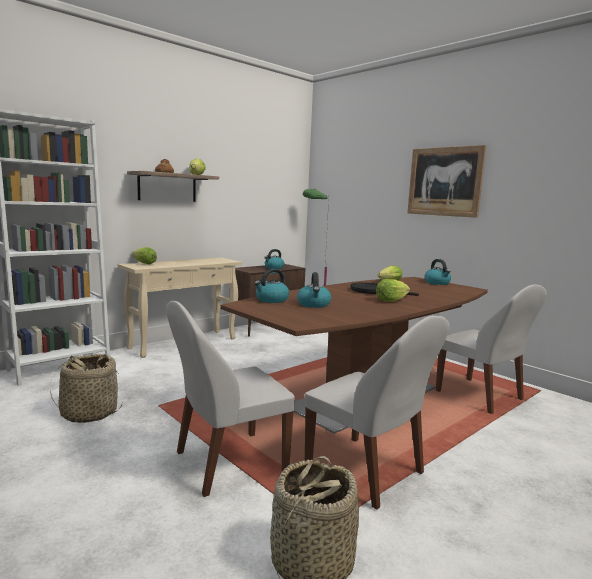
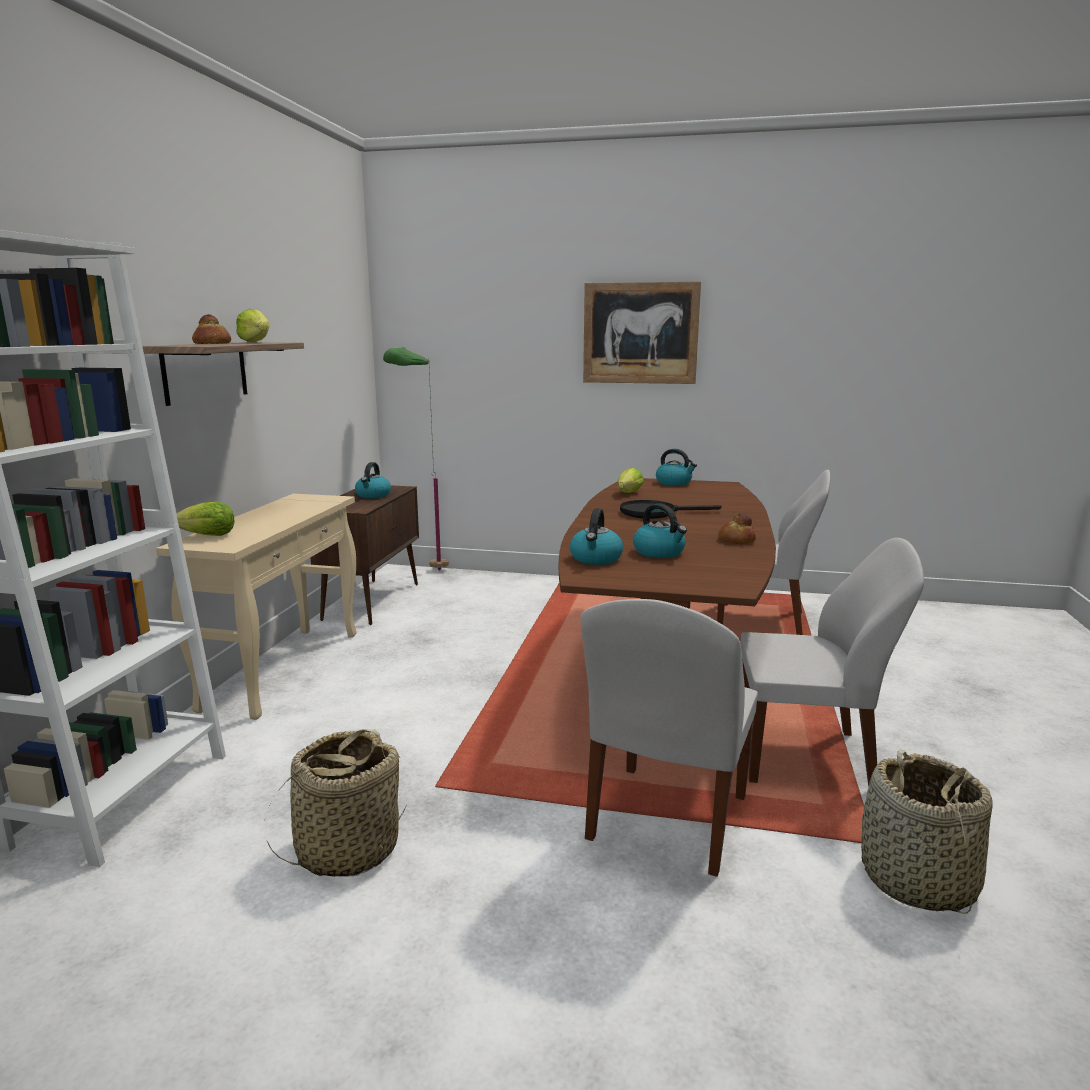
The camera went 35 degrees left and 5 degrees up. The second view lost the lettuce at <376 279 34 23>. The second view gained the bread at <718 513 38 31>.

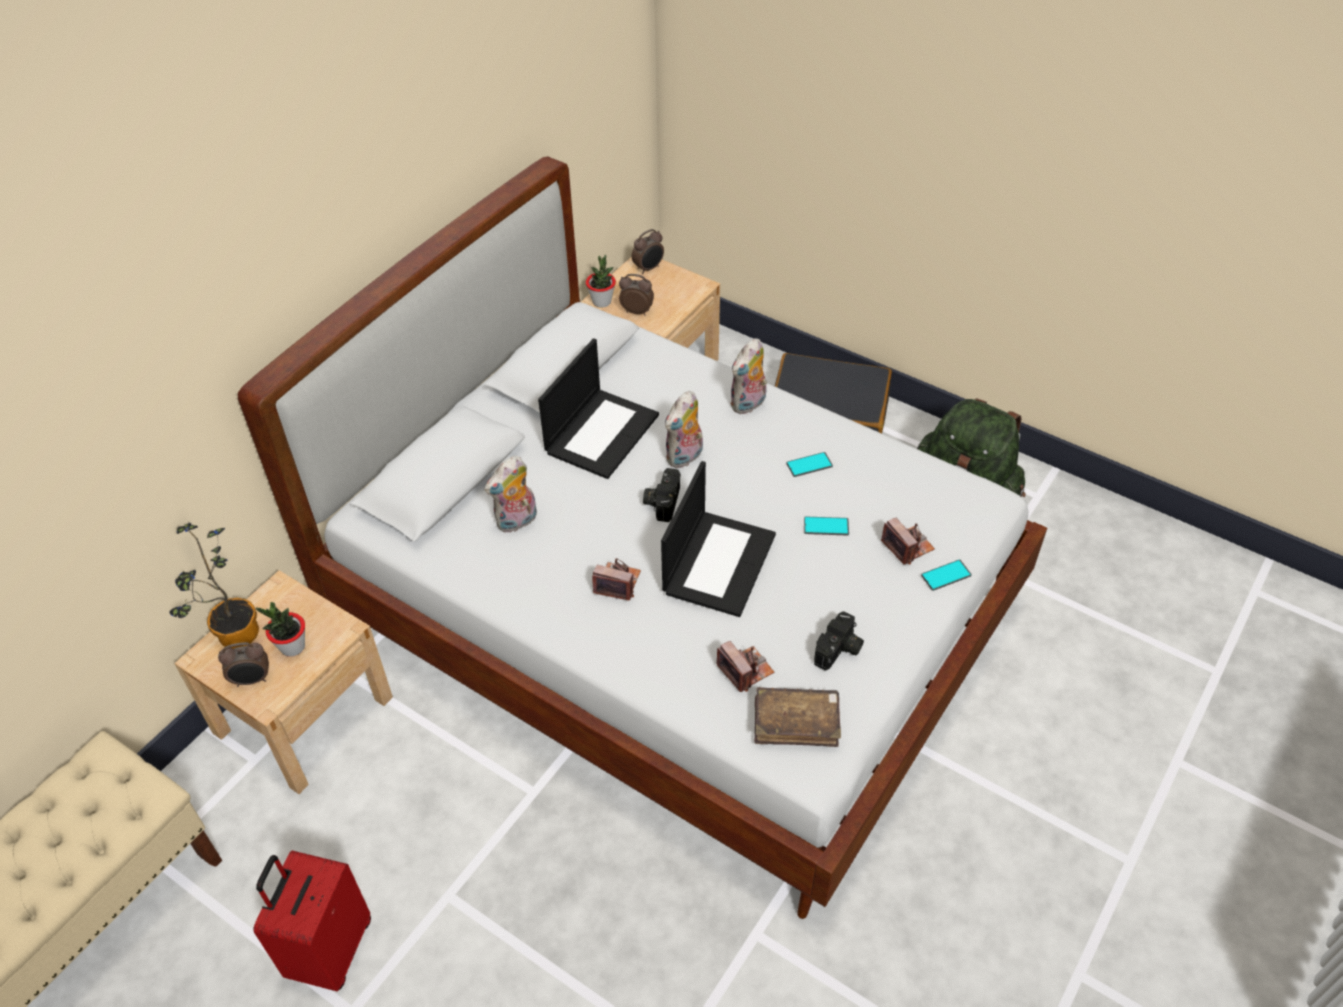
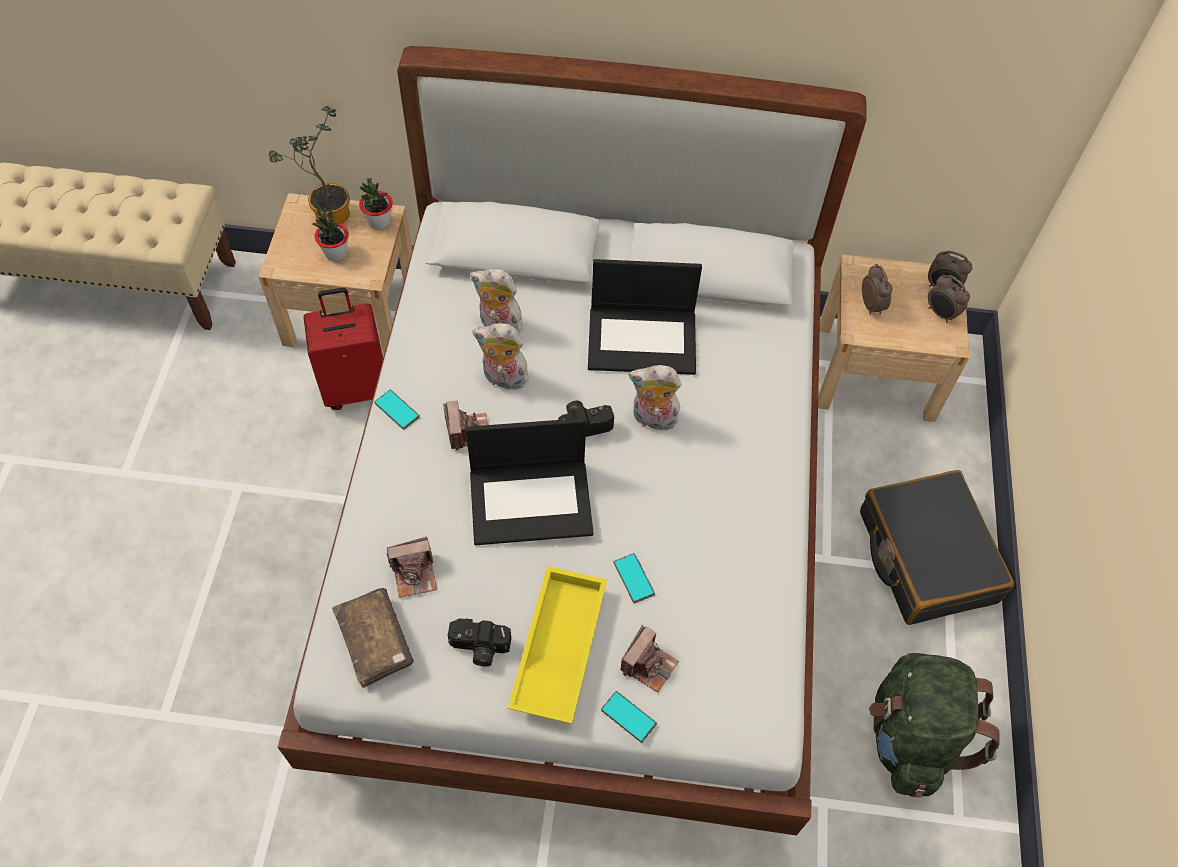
The camera went 60 degrees right and 10 degrees up. The alarm clock ended up elsewhere, having gone from <218 642 51 45> to <928 274 42 49>. The red suitcase ended up elsewhere, having gone from <253 851 118 140> to <303 288 80 122>. The potted plant ended up elsewhere, having gone from <586 255 30 53> to <359 178 34 52>. The photo camera at <716 641 58 51> ended up facing another way, 45 degrees clockwise from before. The plush toy ended up elsewhere, having gone from <730 338 37 77> to <473 323 58 67>. The phone ended up elsewhere, having gone from <786 452 47 25> to <374 389 46 41>. The second view gained the yellow tray at <508 566 99 158>.

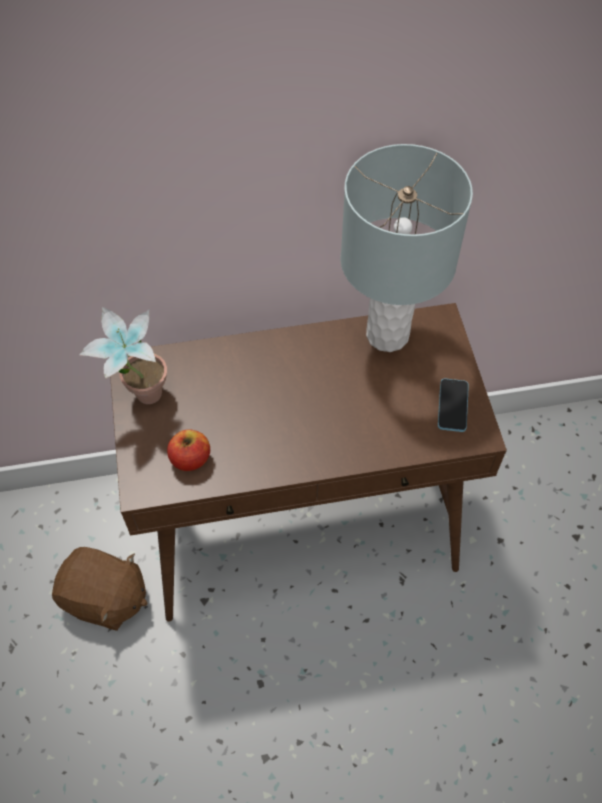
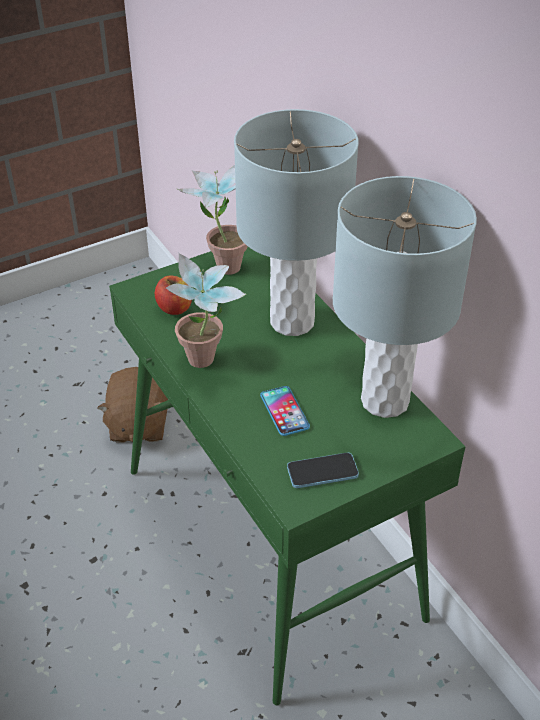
The camera went 70 degrees right and 15 degrees down. What was the brown console table at <110 303 397 319> turned into the green console table at <109 247 357 459>. The second view gained the potted plant at <166 253 80 115>. The second view gained the grey table lamp at <234 109 125 227>. The second view gained the phone at <260 386 50 50>.

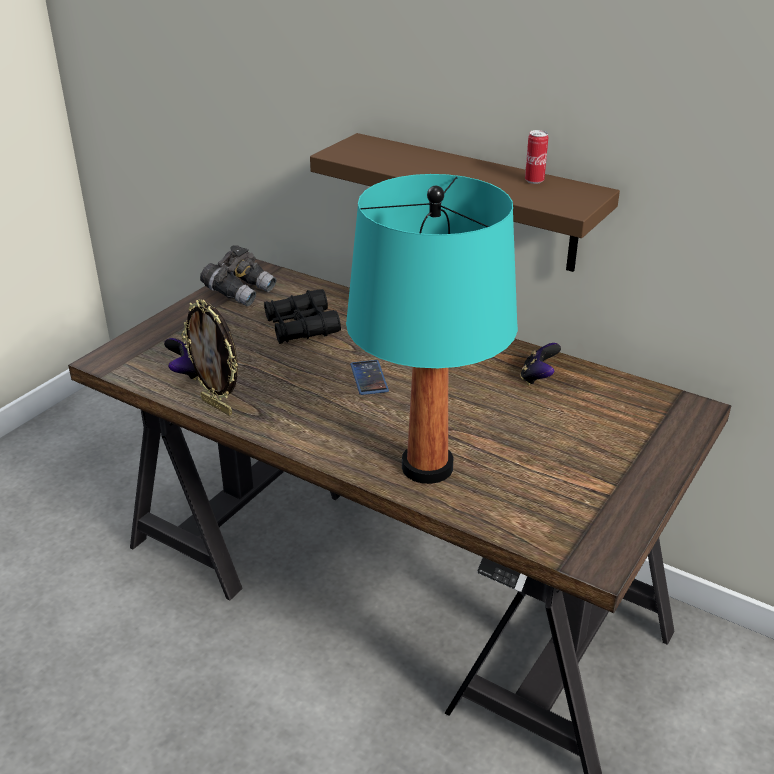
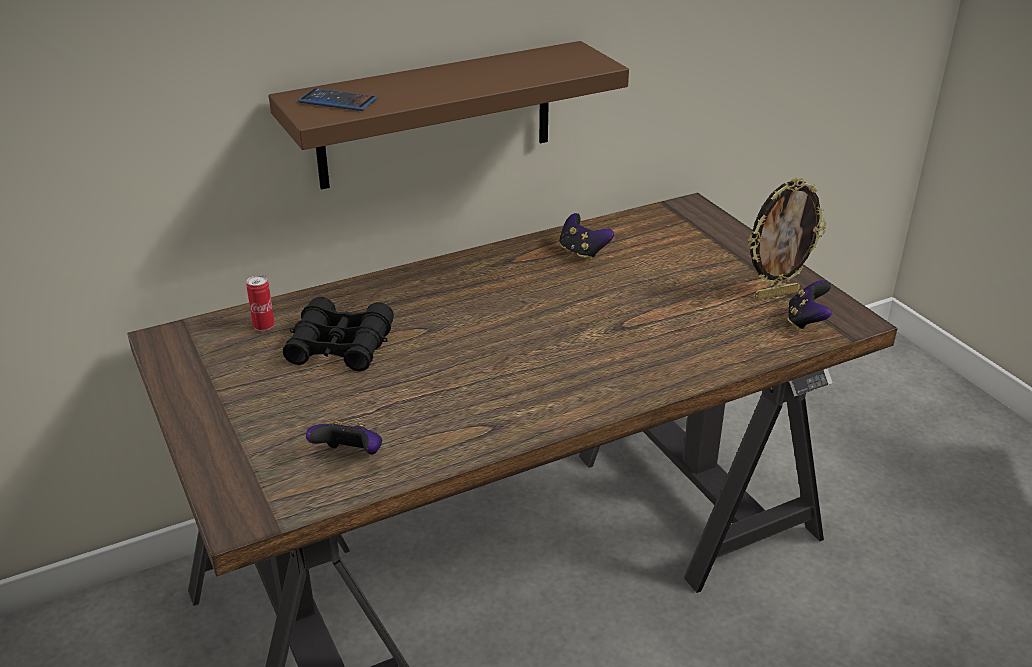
The camera went 60 degrees left and 0 degrees up. The picture frame ended up elsewhere, having gone from <181 299 57 117> to <748 178 78 122>. The second view lost the grey binoculars at <200 245 76 61>. The second view lost the turquoise table lamp at <346 174 172 310>. The phone ended up elsewhere, having gone from <350 360 39 35> to <298 88 79 23>. The can ended up elsewhere, having gone from <525 130 23 54> to <246 275 29 56>. The second view gained the game controller at <788 280 44 50>.

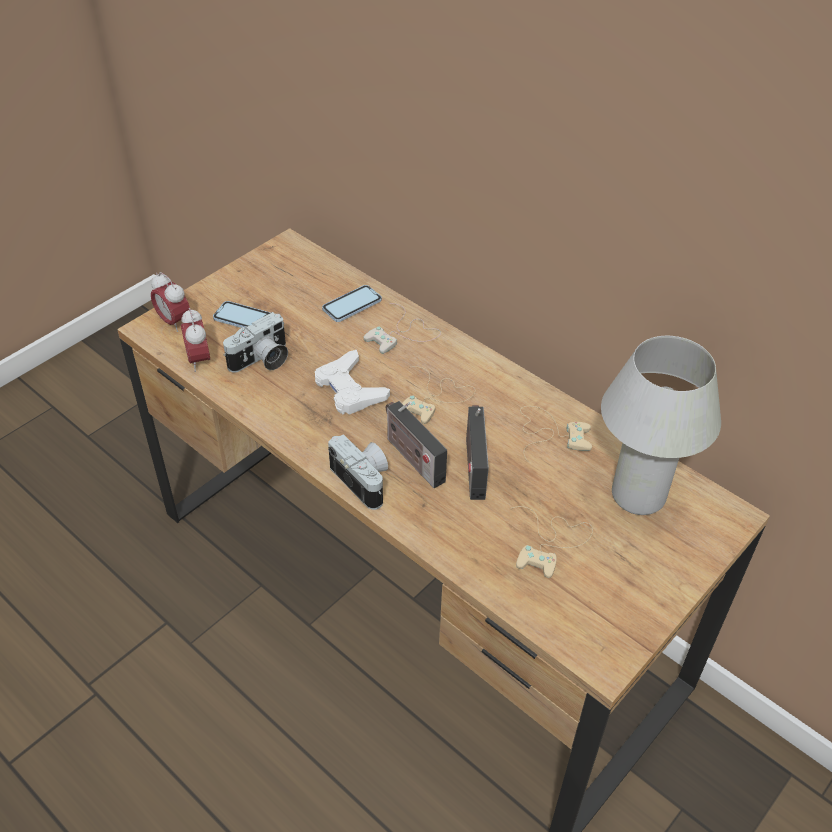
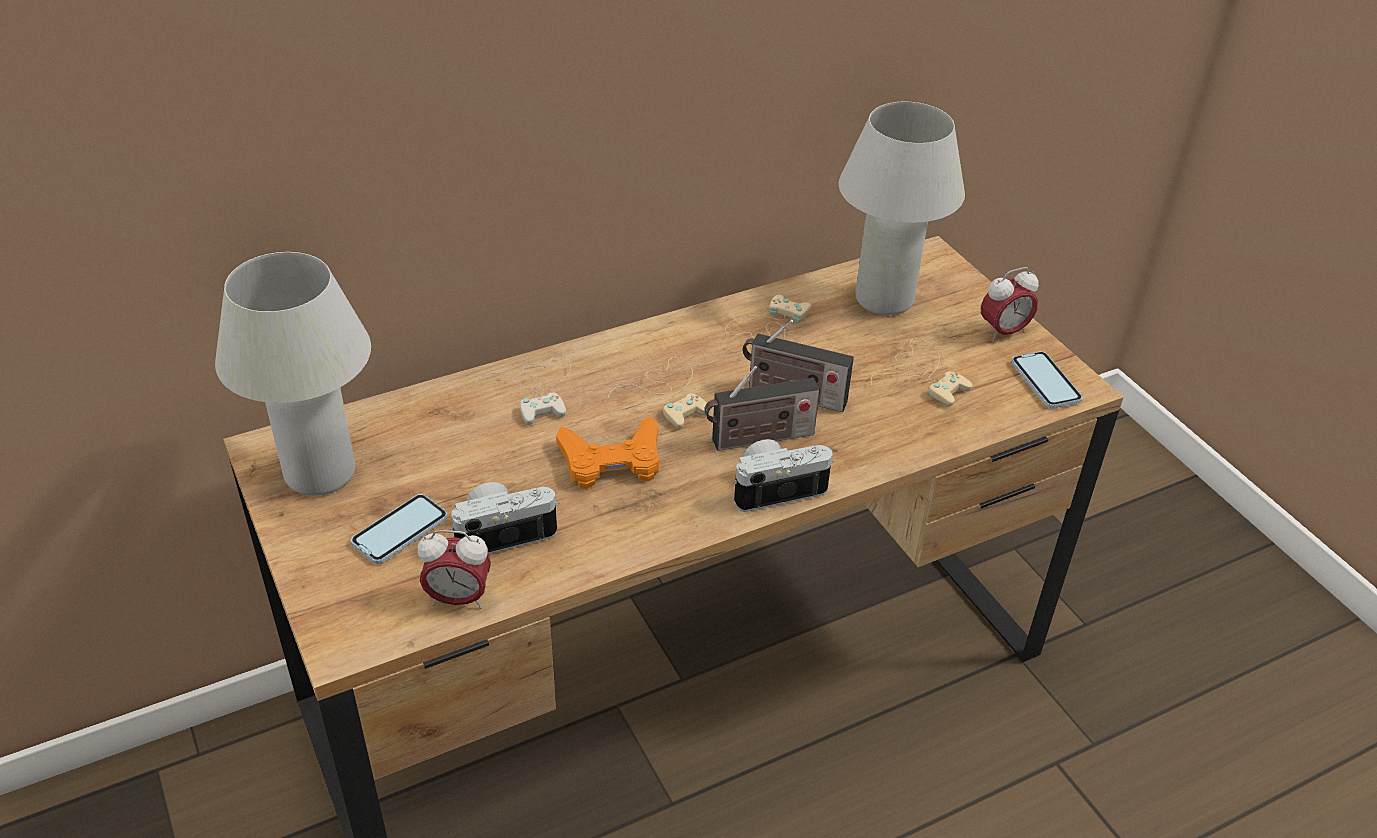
The camera went 70 degrees left and 5 degrees down. The alarm clock ended up elsewhere, having gone from <151 272 39 60> to <981 267 58 75>. The photo camera at <223 312 65 61> ended up facing another way, 90 degrees counterclockwise from before. What was the white game controller at <315 350 75 65> turned into the orange game controller at <556 417 103 72>. The phone ended up elsewhere, having gone from <322 285 60 37> to <1011 351 72 57>. The second view gained the white table lamp at <215 252 156 244>.

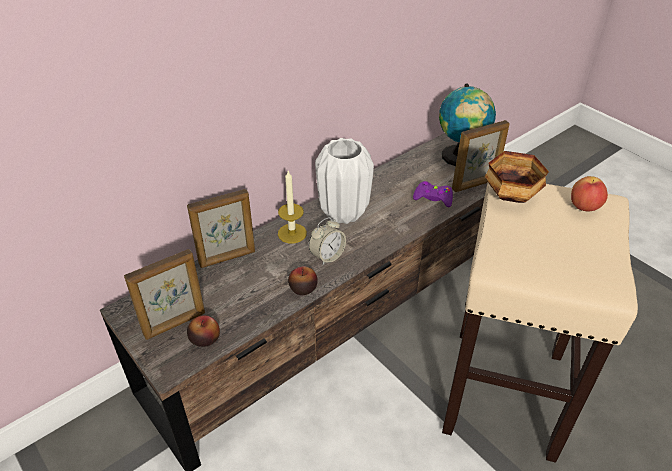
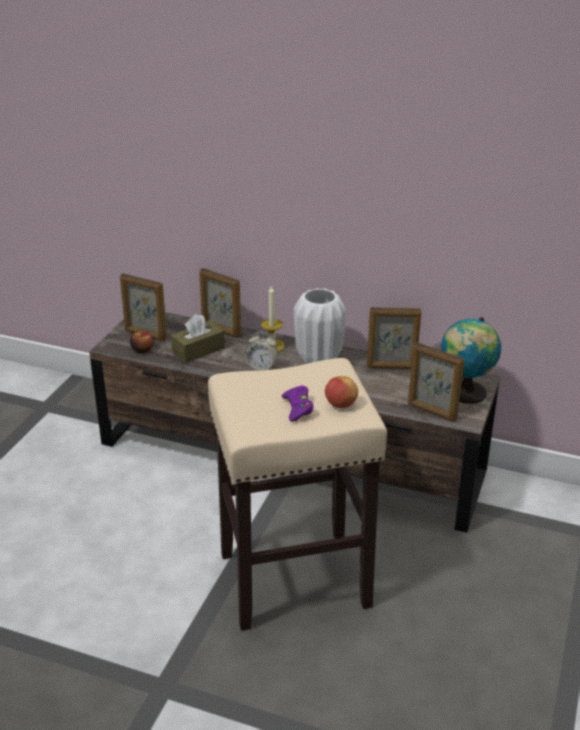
The camera went 60 degrees right and 10 degrees down. The second view lost the apple at <288 266 30 29>. The purple game controller ended up elsewhere, having gone from <413 181 40 26> to <282 385 32 37>. The second view lost the bowl at <485 151 64 52>. The second view gained the brown tissue box at <171 314 54 49>. The second view gained the picture frame at <367 307 54 62>.

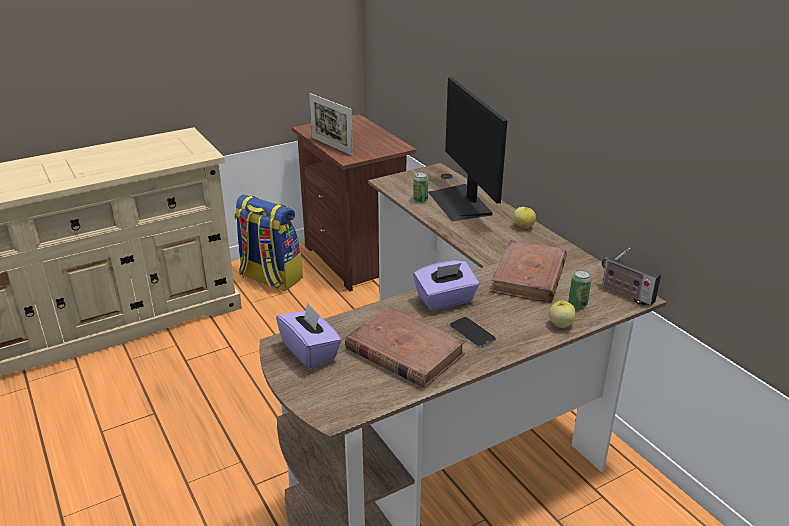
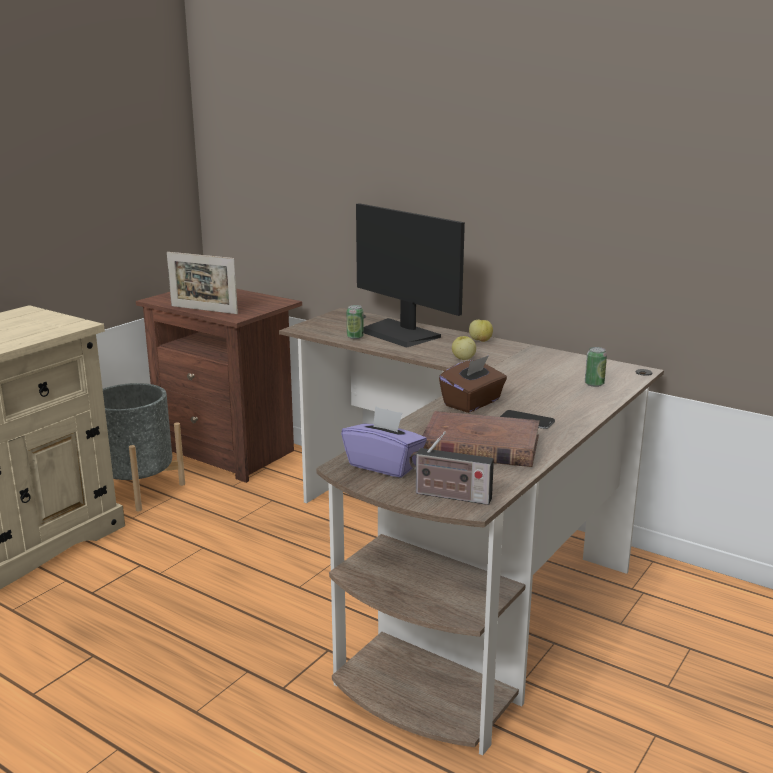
The camera went 25 degrees left and 10 degrees down. Where the backpack stood at <234 195 69 96>, the grey planter came to stand at <103 383 82 129>. What was the purple tissue box at <413 260 66 51> turned into the brown tissue box at <439 355 68 58>. The second view lost the brown book at <490 240 77 63>. The apple ended up elsewhere, having gone from <549 300 27 28> to <452 336 24 24>. The radio ended up elsewhere, having gone from <602 248 59 57> to <409 431 85 74>.

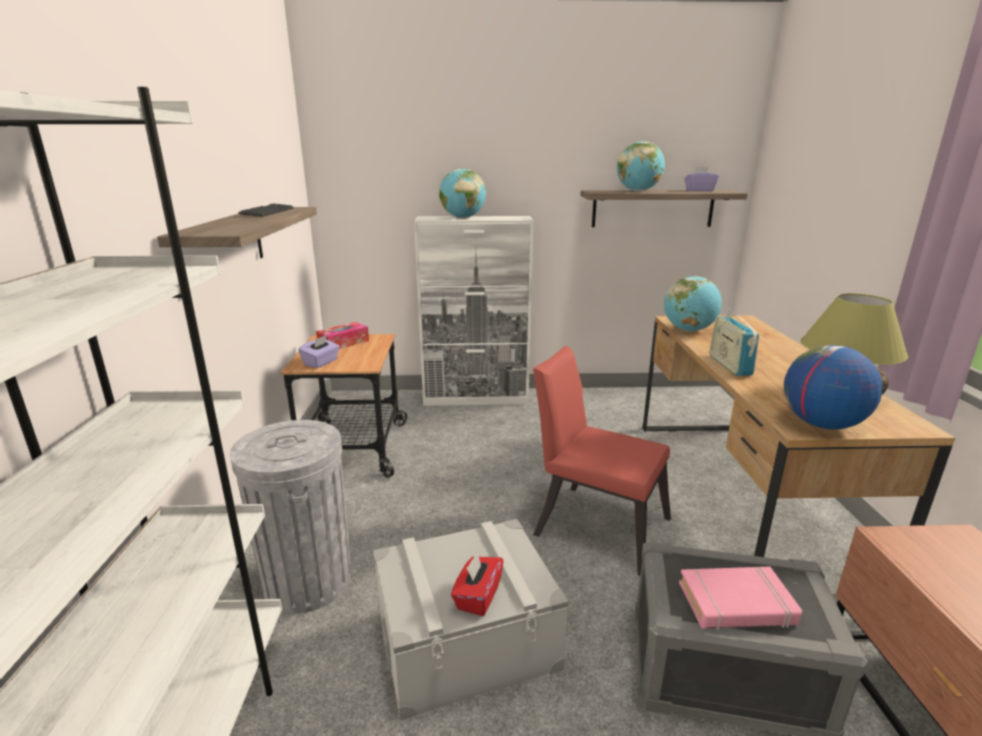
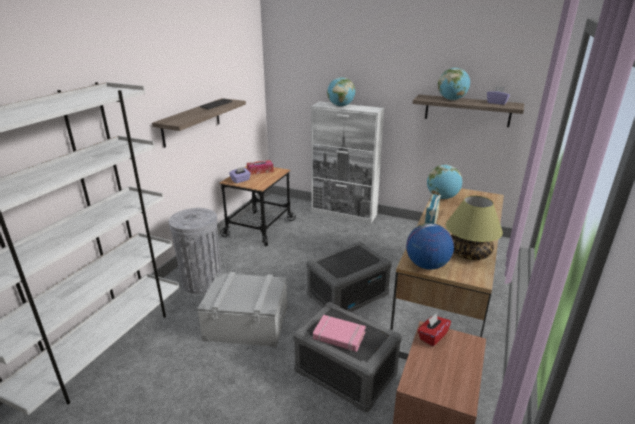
The camera went 25 degrees right and 5 degrees up. The red tissue box ended up elsewhere, having gone from <451 552 52 64> to <418 313 33 33>. Where the red chair stood at <533 346 138 230>, the grey storage box came to stand at <307 241 85 71>.

